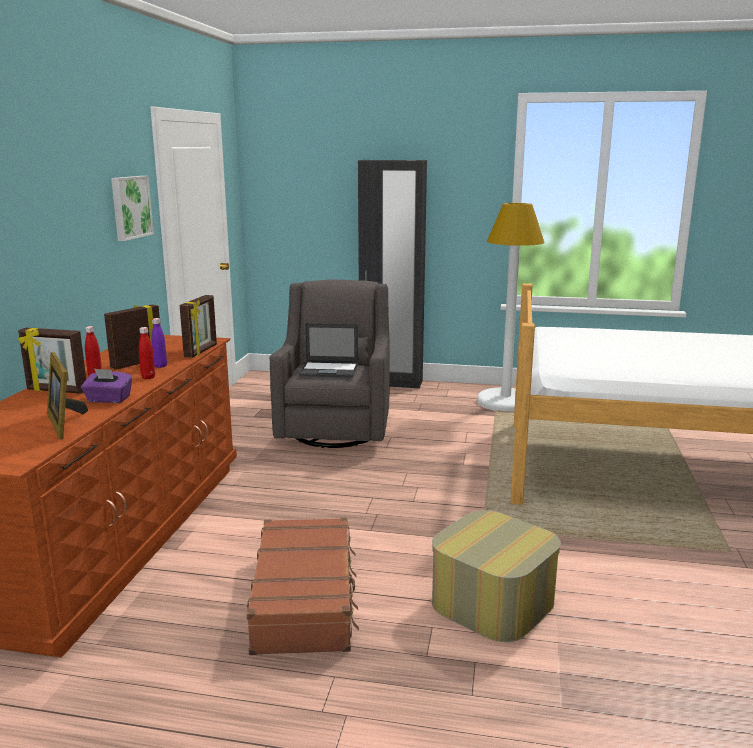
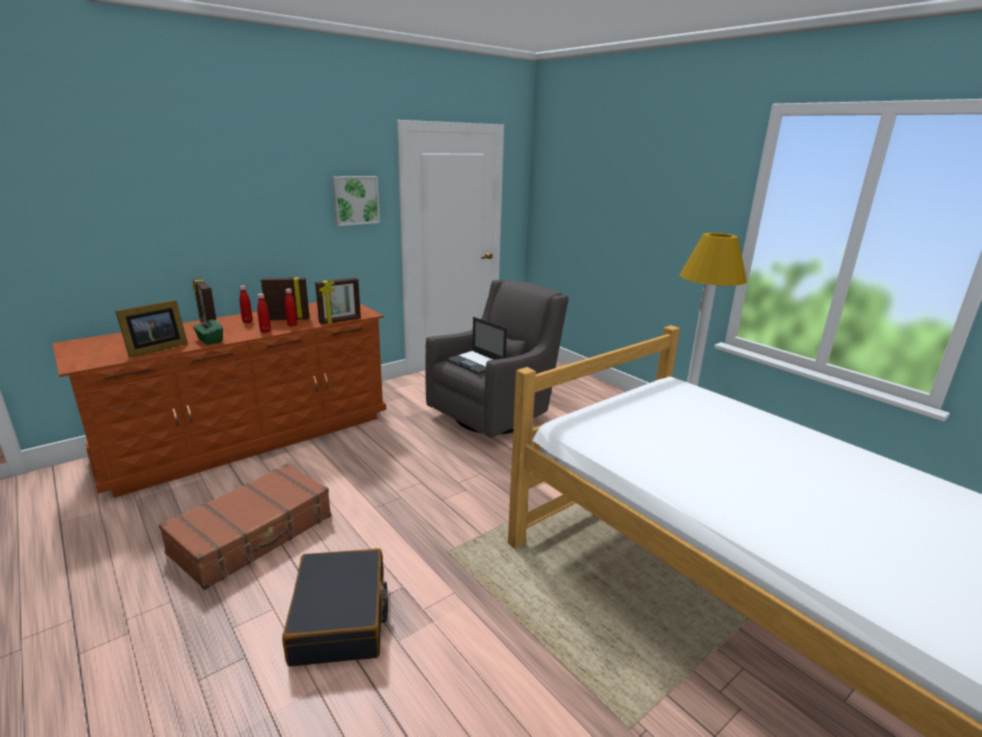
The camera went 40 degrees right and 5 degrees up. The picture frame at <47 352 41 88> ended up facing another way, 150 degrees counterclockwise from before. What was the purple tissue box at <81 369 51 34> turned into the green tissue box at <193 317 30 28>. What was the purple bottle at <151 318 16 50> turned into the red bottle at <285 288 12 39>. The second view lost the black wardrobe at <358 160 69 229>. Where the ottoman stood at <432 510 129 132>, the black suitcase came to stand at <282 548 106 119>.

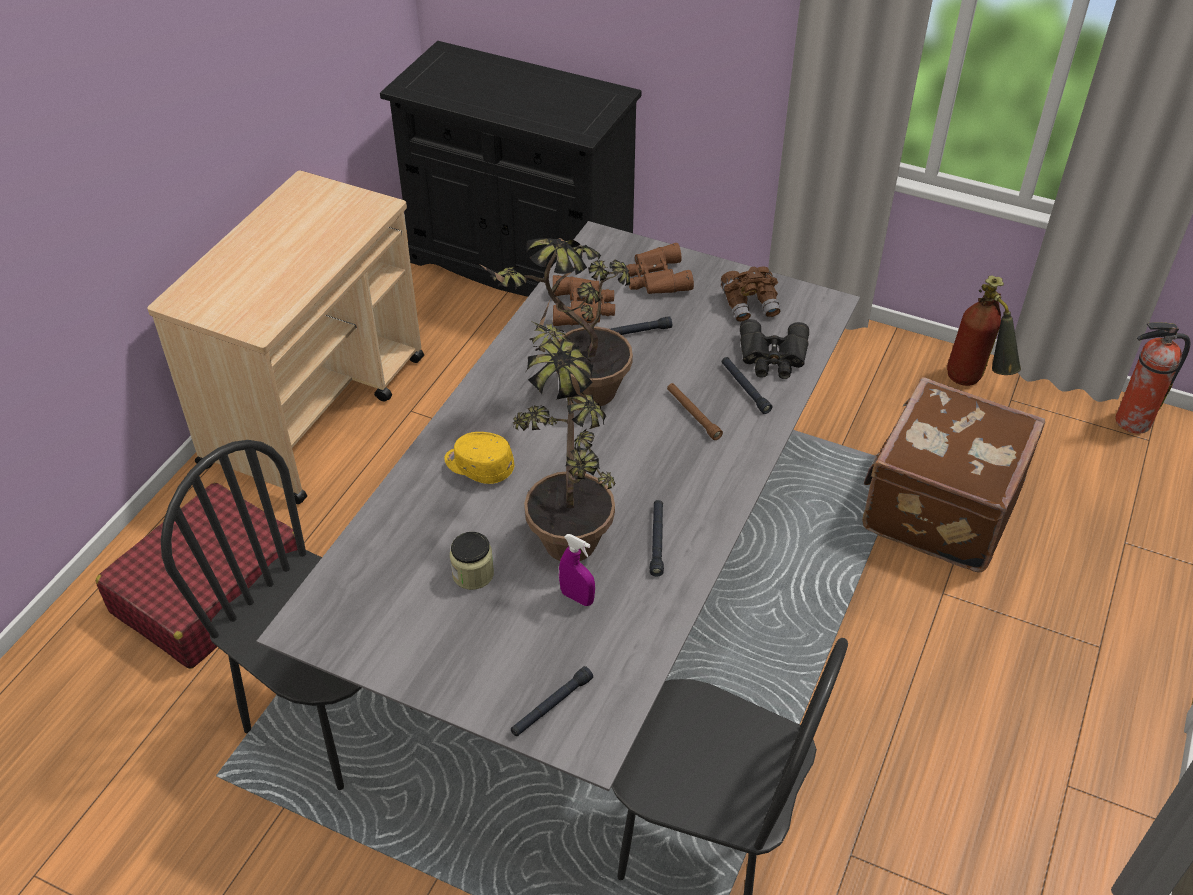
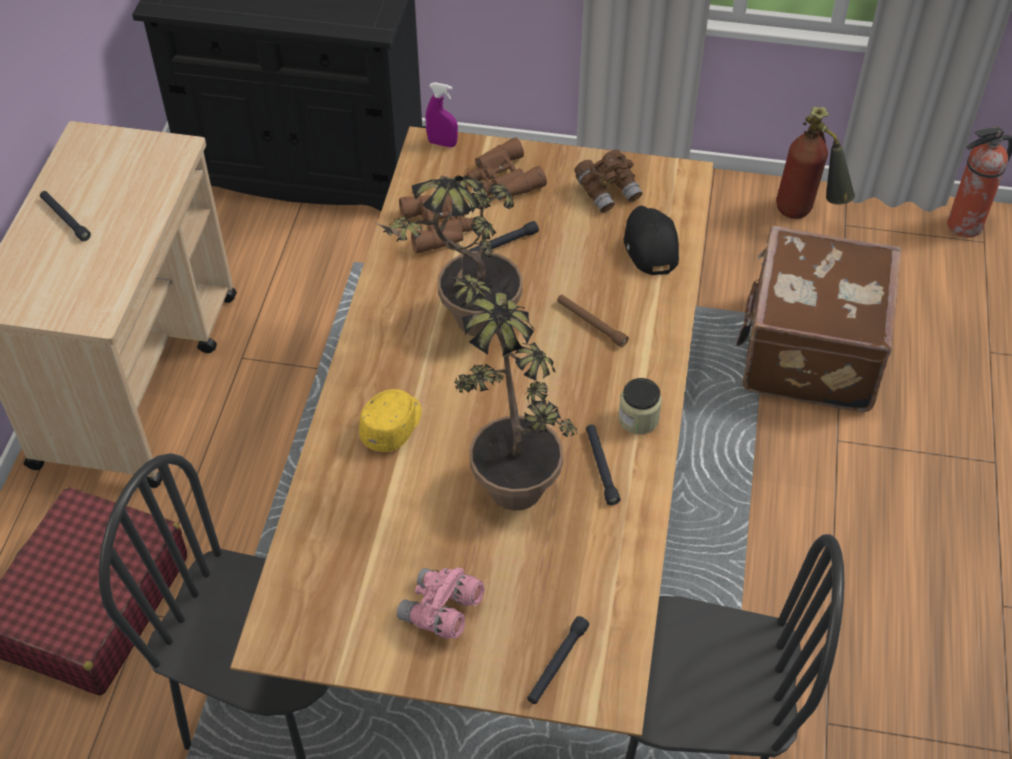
The camera went 15 degrees left and 5 degrees up. What was the grey dining table at <256 221 604 570> turned into the brown dining table at <230 126 483 611>. The yellow cap at <444 432 70 52> ended up facing another way, 105 degrees clockwise from before. The jar ended up elsewhere, having gone from <450 532 44 58> to <618 378 44 56>. The purple spray bottle ended up elsewhere, having gone from <559 534 36 72> to <425 82 33 65>. The black flashlight ended up elsewhere, having gone from <721 357 51 57> to <40 191 51 50>. Where the black binoculars stood at <740 319 69 60>, the black cap came to stand at <624 206 55 69>. The second view gained the pink binoculars at <397 567 88 72>.

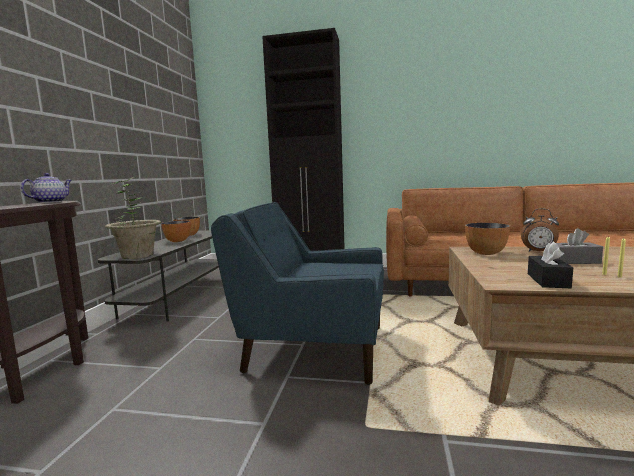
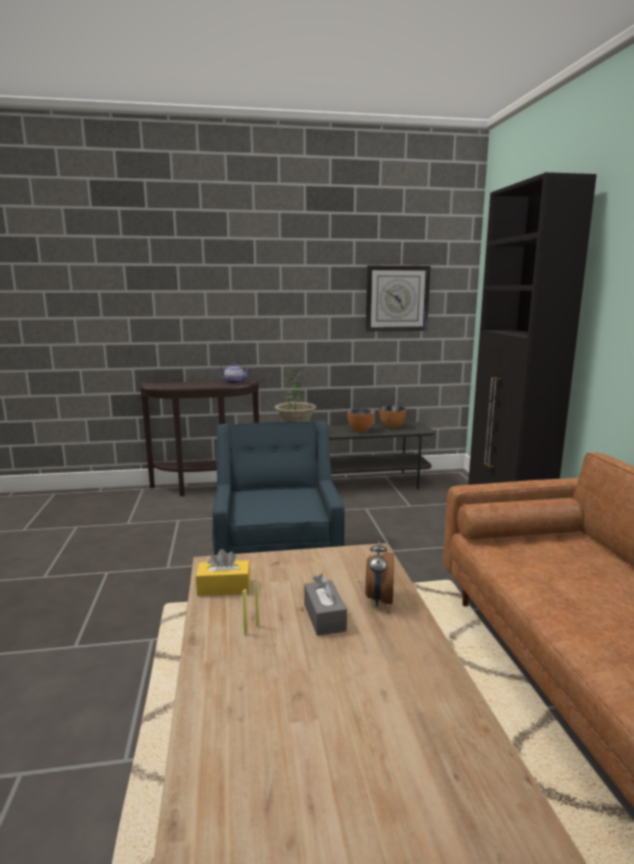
The camera went 70 degrees right and 5 degrees up. The second view lost the bowl at <465 223 45 32>. What was the black tissue box at <528 242 45 46> turned into the yellow tissue box at <196 549 54 47>. The second view gained the wall clock at <366 265 65 67>.

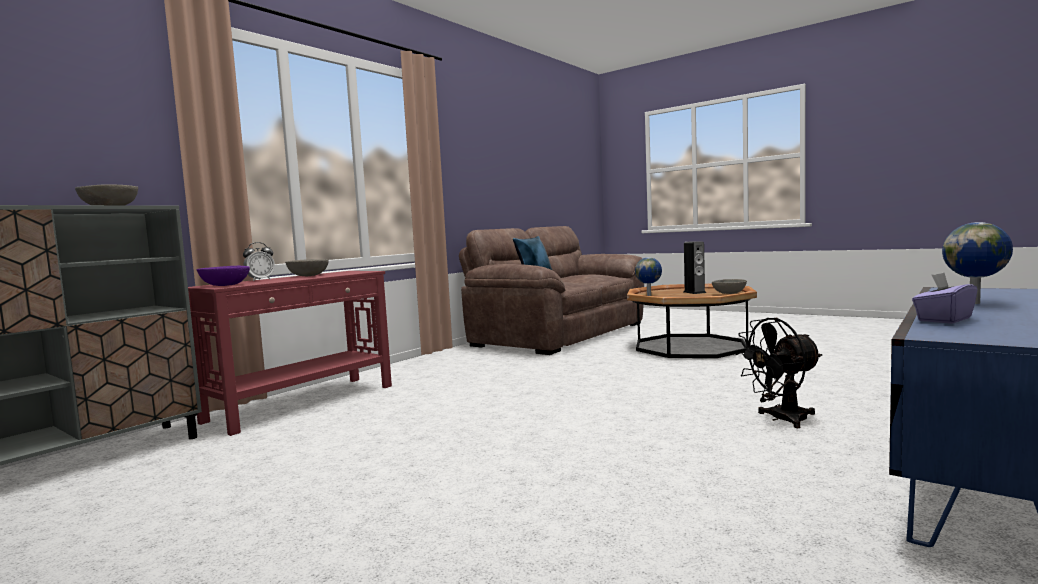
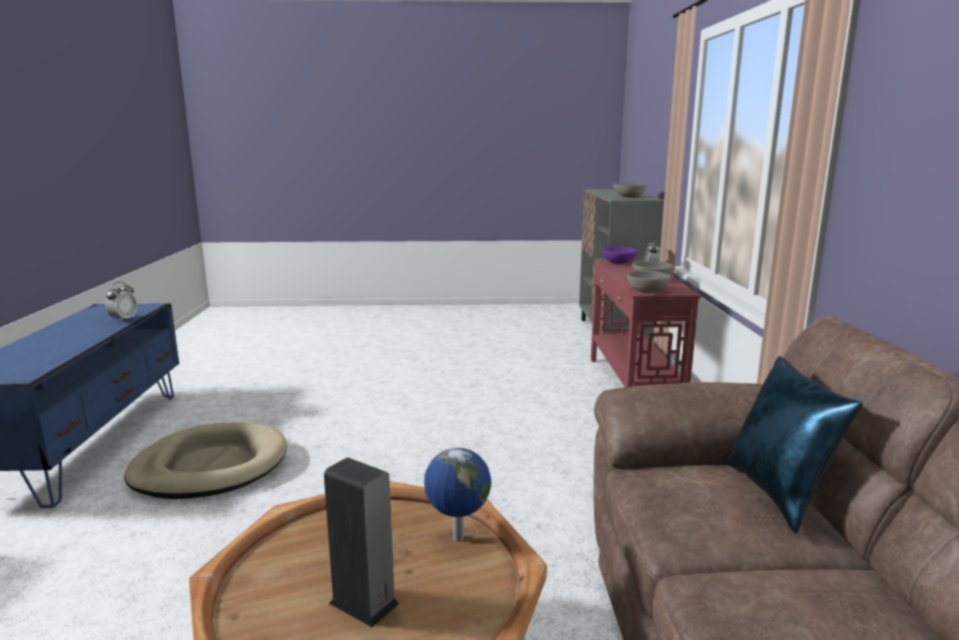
The camera went 140 degrees right and 10 degrees up. The grey bowl ended up elsewhere, having gone from <712 279 35 15> to <627 270 44 22>. Where the black fan stood at <735 318 87 110>, the beige dog bed came to stand at <124 422 163 77>. Where the purple tissue box stood at <912 272 66 52>, the alarm clock came to stand at <105 282 32 40>. The second view lost the globe at <942 222 71 82>.

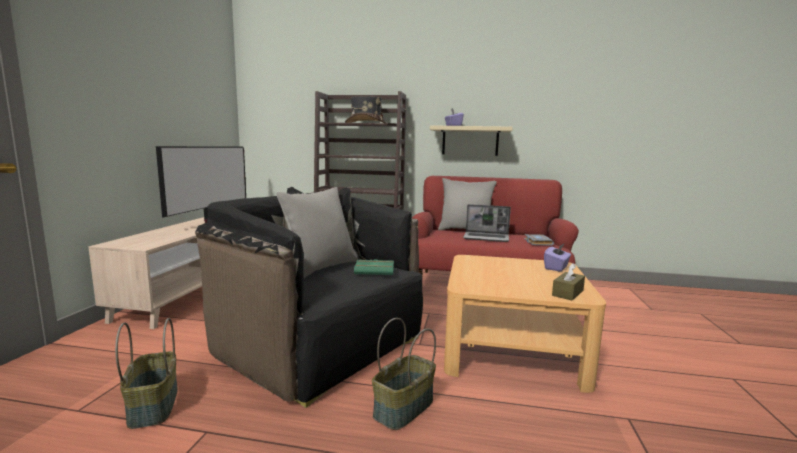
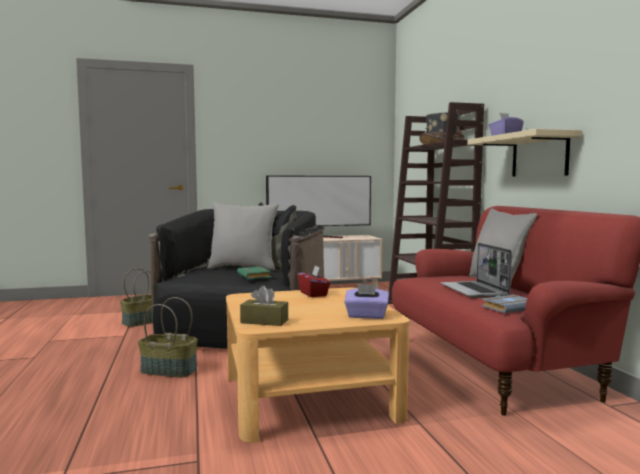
The camera went 65 degrees right and 5 degrees down. The second view gained the red tissue box at <297 266 33 31>.

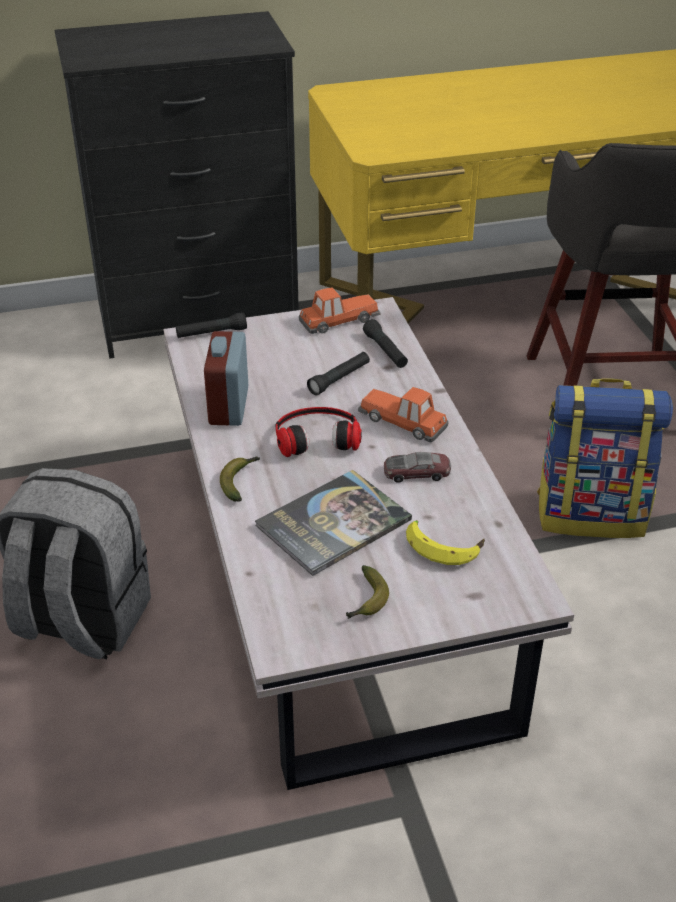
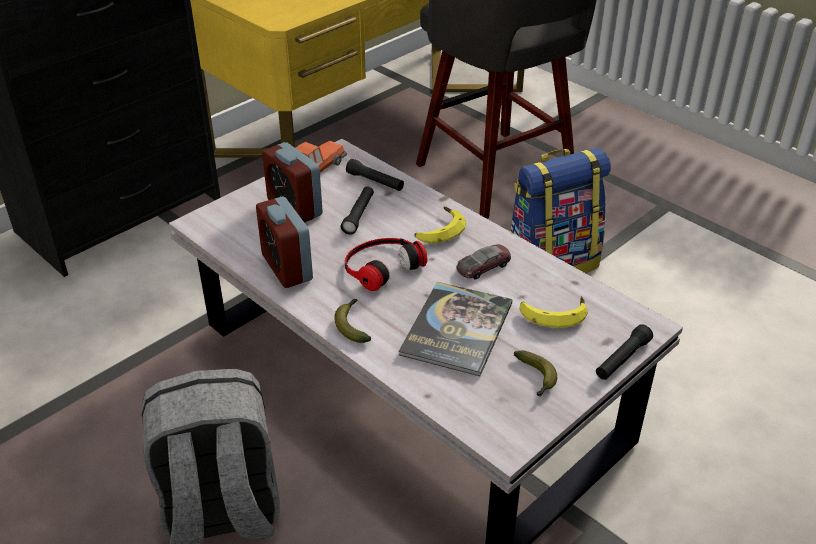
The camera went 30 degrees left and 0 degrees up. The black flashlight ended up elsewhere, having gone from <176 312 71 26> to <596 324 57 56>. Where the toy car stood at <358 387 91 55>, the banana came to stand at <415 207 51 36>. The second view gained the alarm clock at <262 142 61 81>.

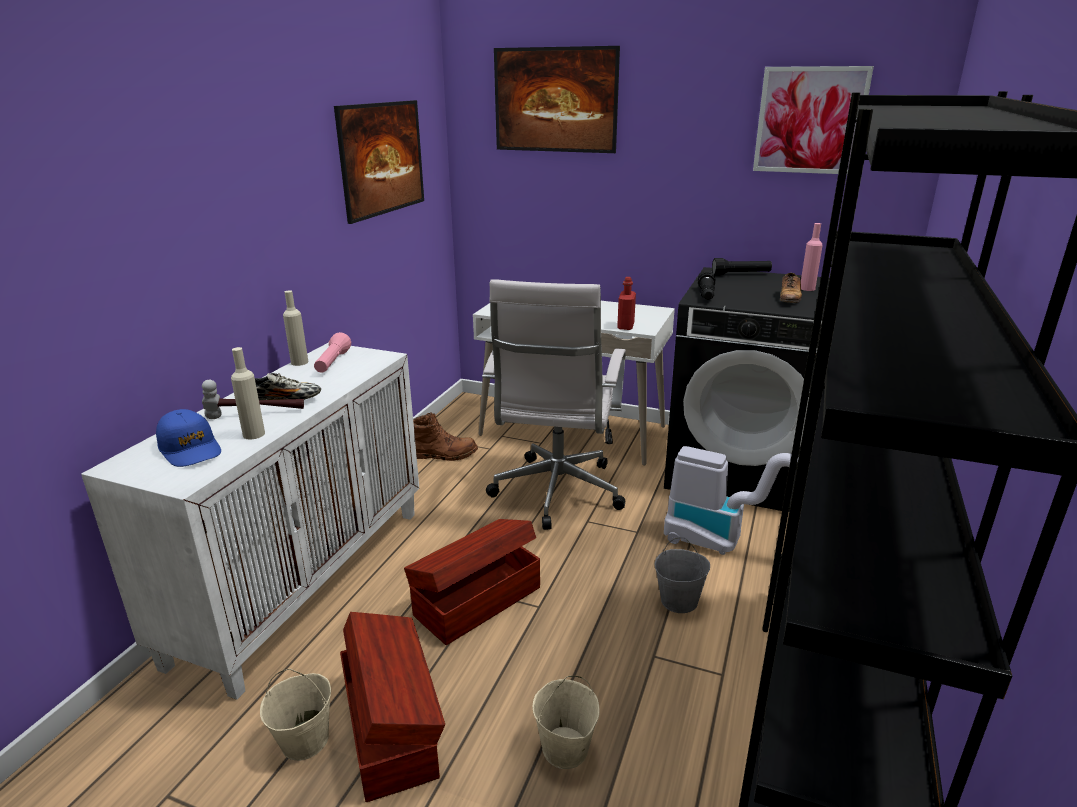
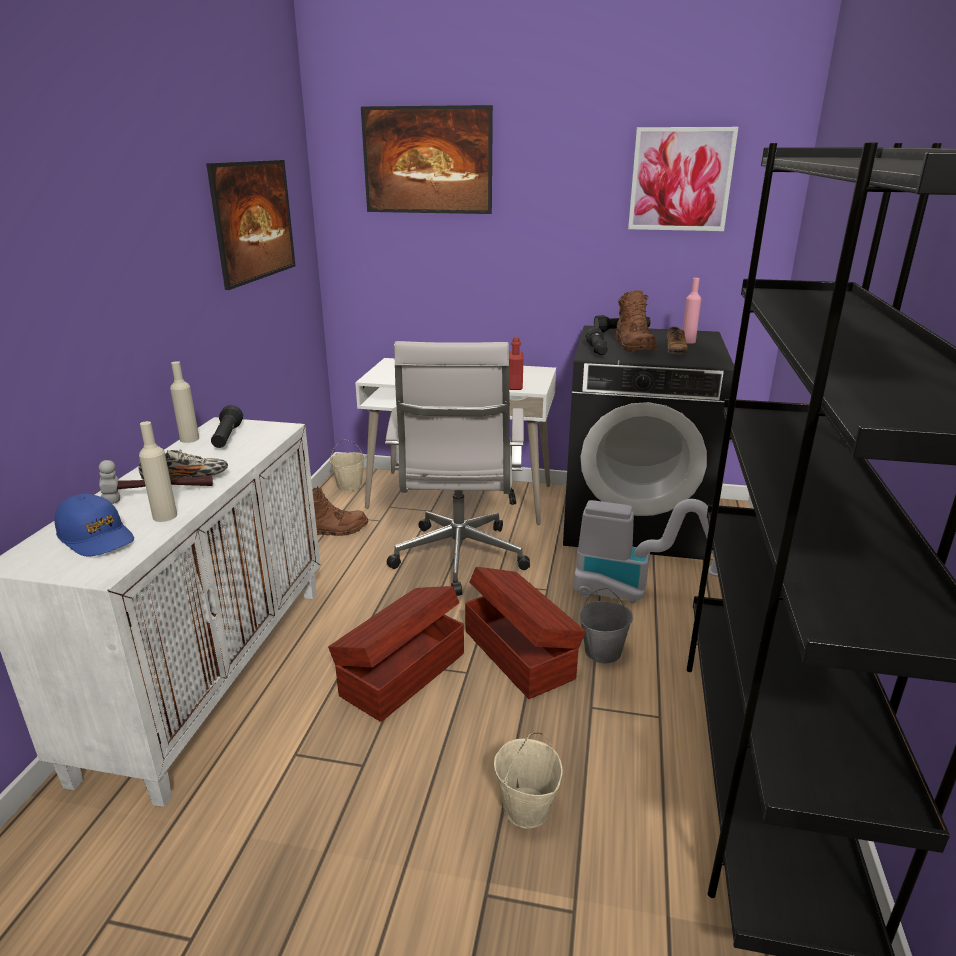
The camera went 10 degrees left and 0 degrees up. The beige bucket ended up elsewhere, having gone from <260 668 71 93> to <329 439 36 52>. What was the pink flashlight at <314 332 37 41> turned into the black flashlight at <211 405 32 43>. The brown storage box ended up elsewhere, having gone from <340 612 105 190> to <465 567 121 132>. The second view gained the brown boot at <615 290 42 62>.

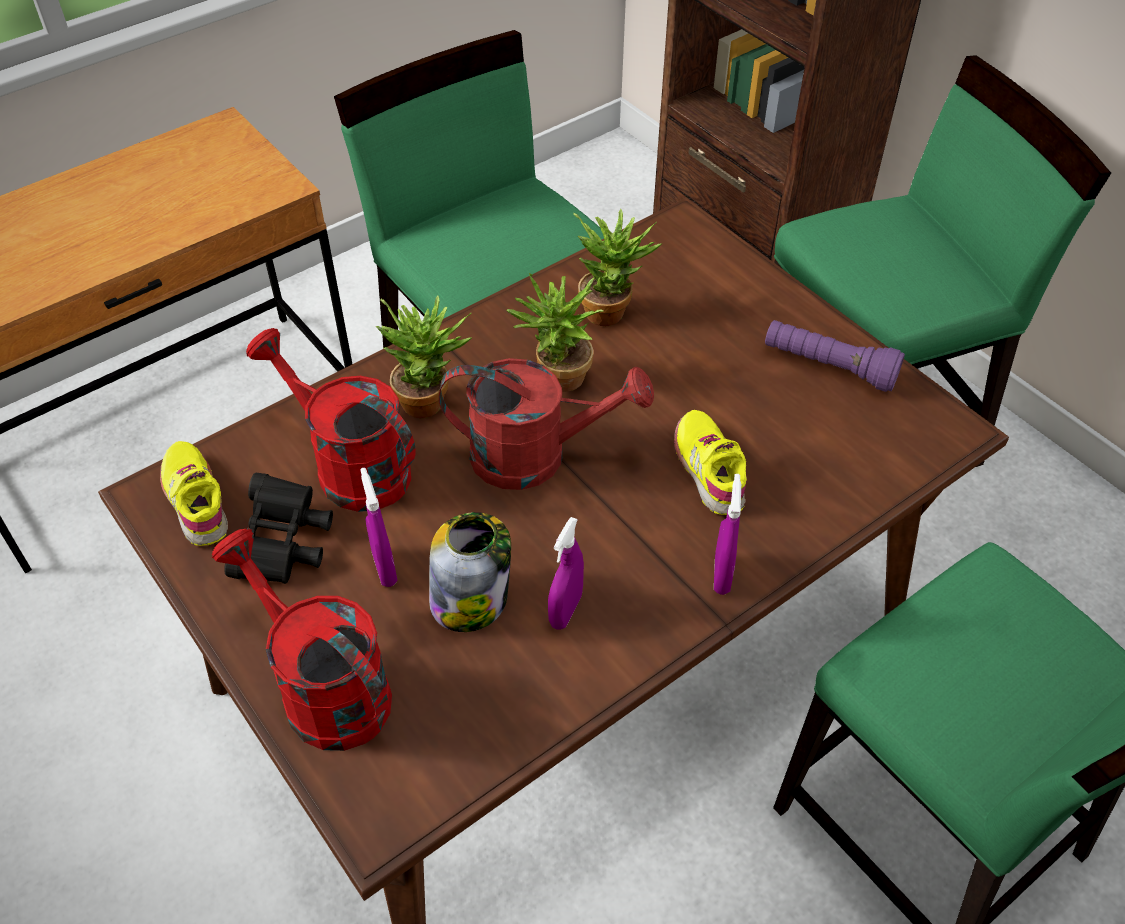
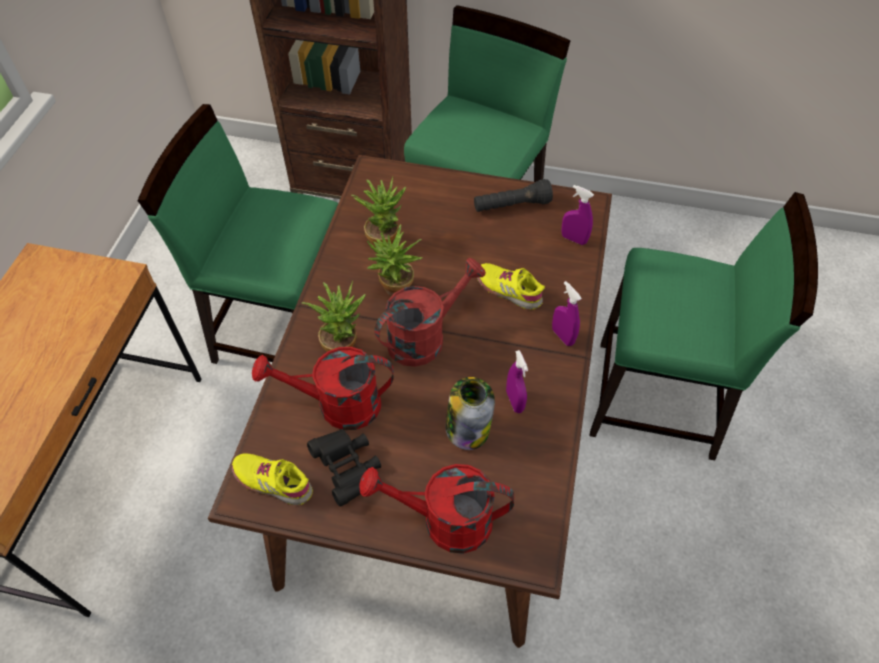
The camera went 40 degrees left and 5 degrees up. The purple spray bottle ended up elsewhere, having gone from <360 468 38 119> to <562 185 32 60>. What was the purple flashlight at <765 320 140 72> turned into the black flashlight at <474 179 79 33>.

